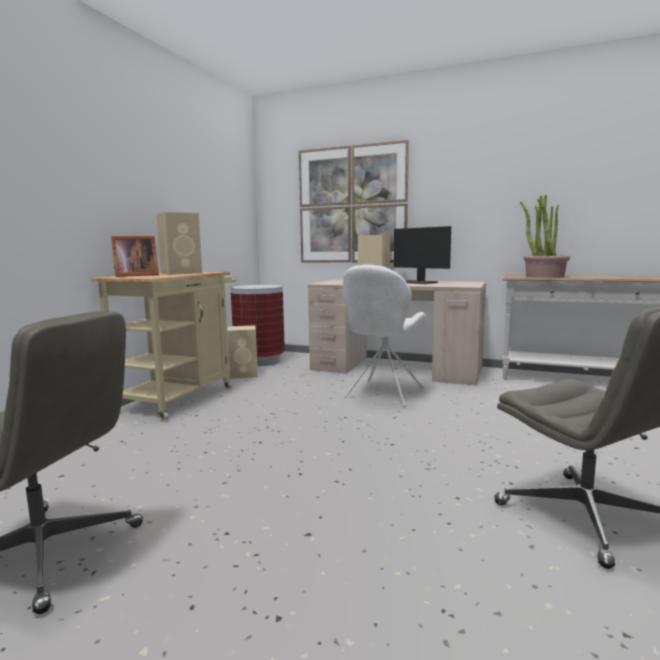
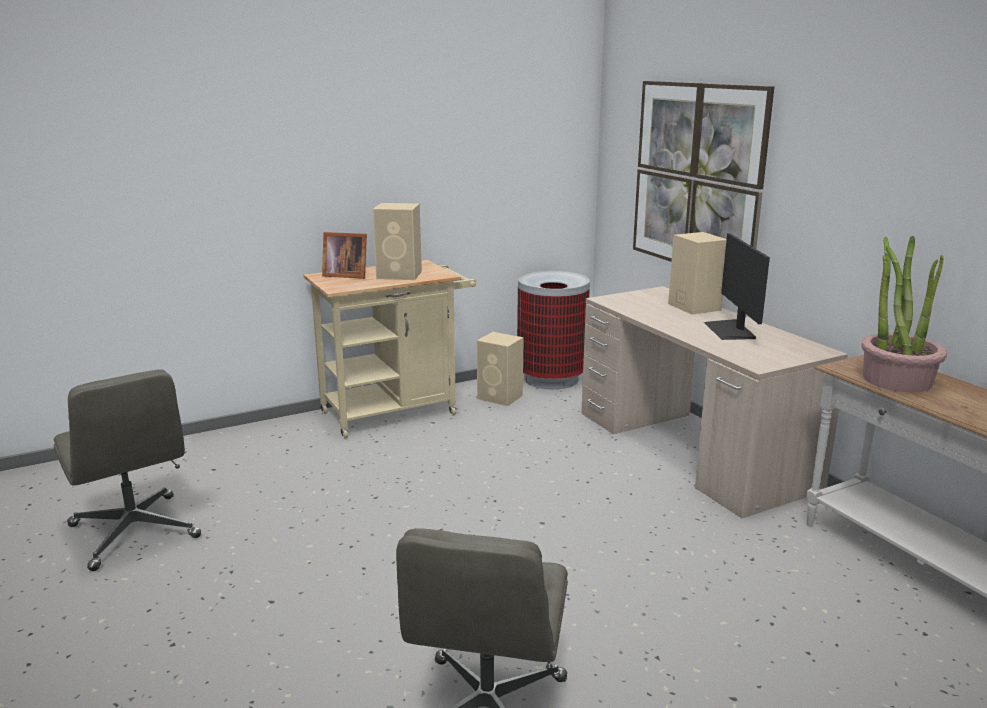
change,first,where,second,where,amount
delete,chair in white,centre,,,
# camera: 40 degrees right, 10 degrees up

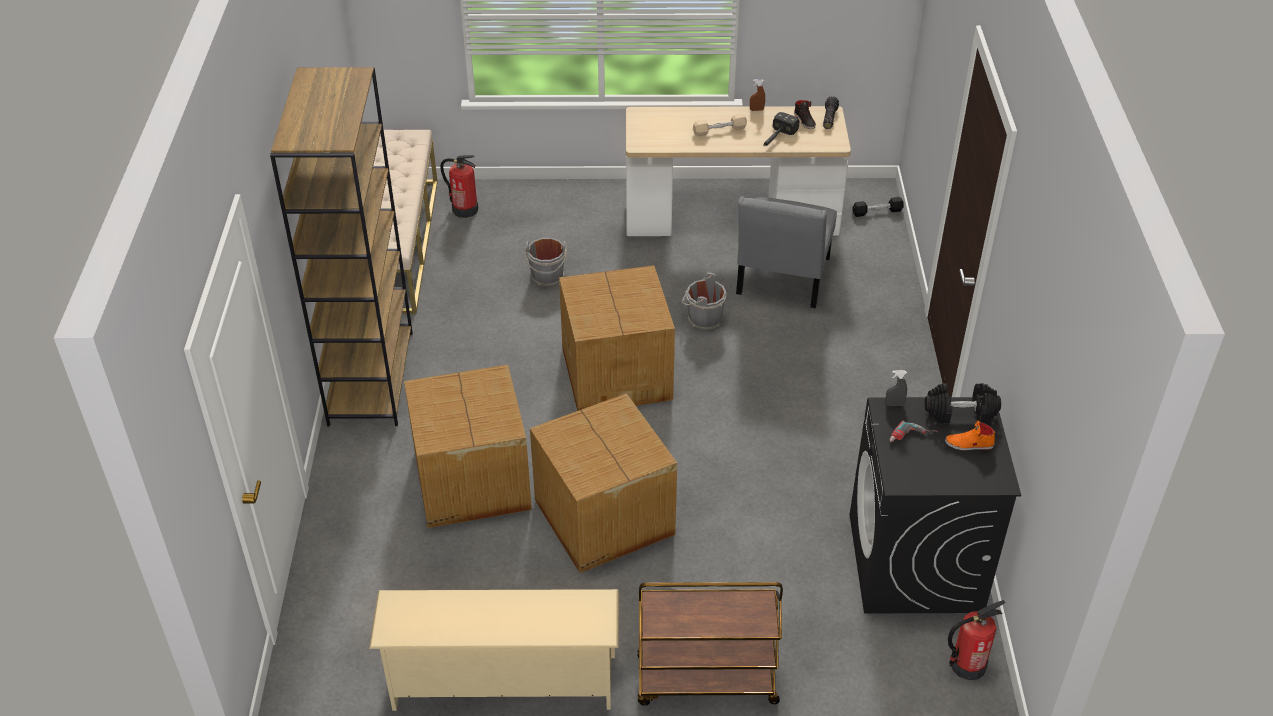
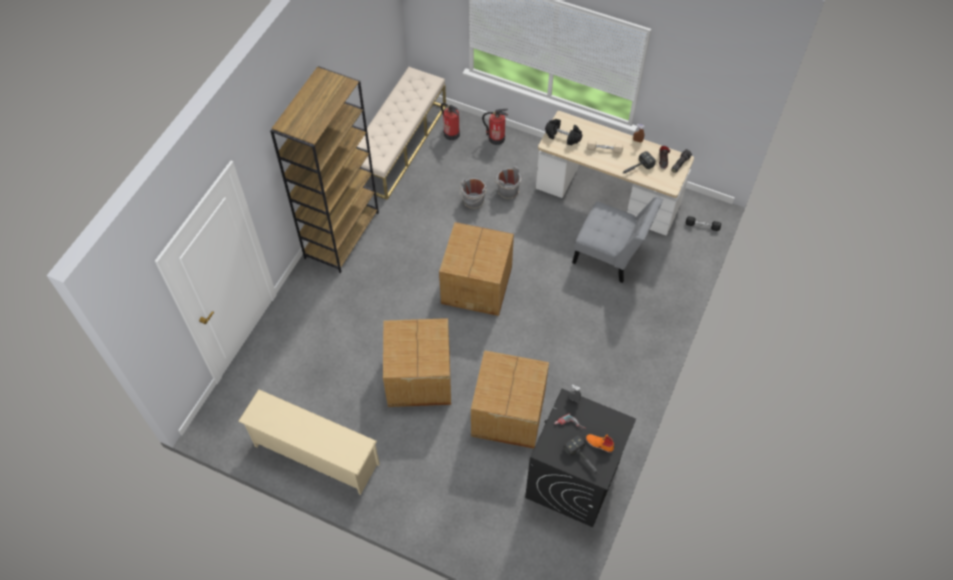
change,first,where,second,where,amount
delete,cart in brown,bottom centre,,,
insert,,,hammer (1st from left),bottom centre,
move,cardboard box (1st from left in the first image),centre,cardboard box (3rd from left),bottom centre,
move,bucket in grey (2nd from left),centre,,top centre,
move,dumbbell in black (2nd from left in the first image),middle right,dumbbell in black (1st from left),top centre,
move,fire extinguisher (2nd from left),bottom right,,top centre,
rotate,chair in grey,centre,,centre,105 degrees counterclockwise
# camera: 25 degrees right, 15 degrees up

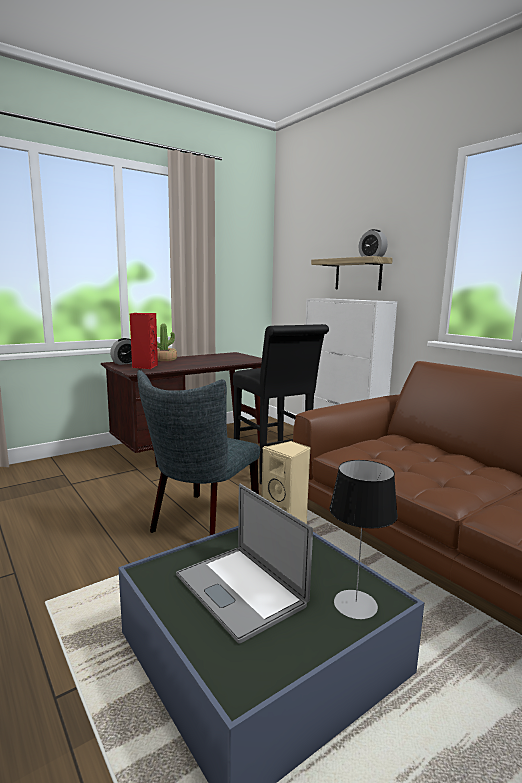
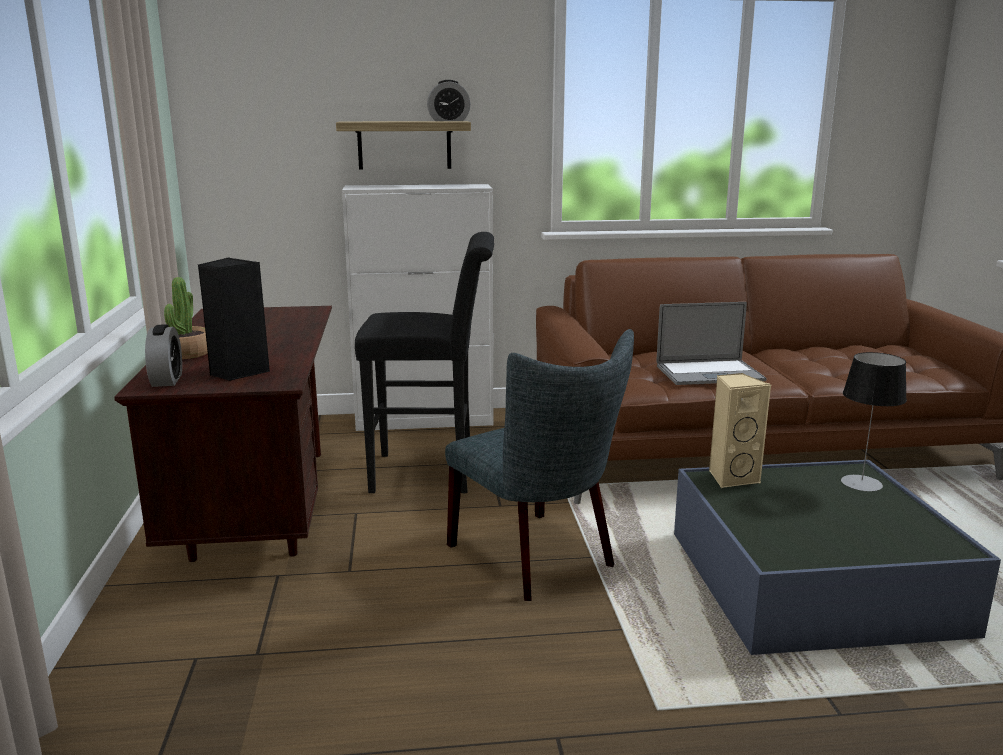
change,first,where,second,where,amount
move,laptop,bottom centre,,middle right,
recolor,speaker in red,middle left,speaker in black,middle left,
# camera: 60 degrees left, 5 degrees up

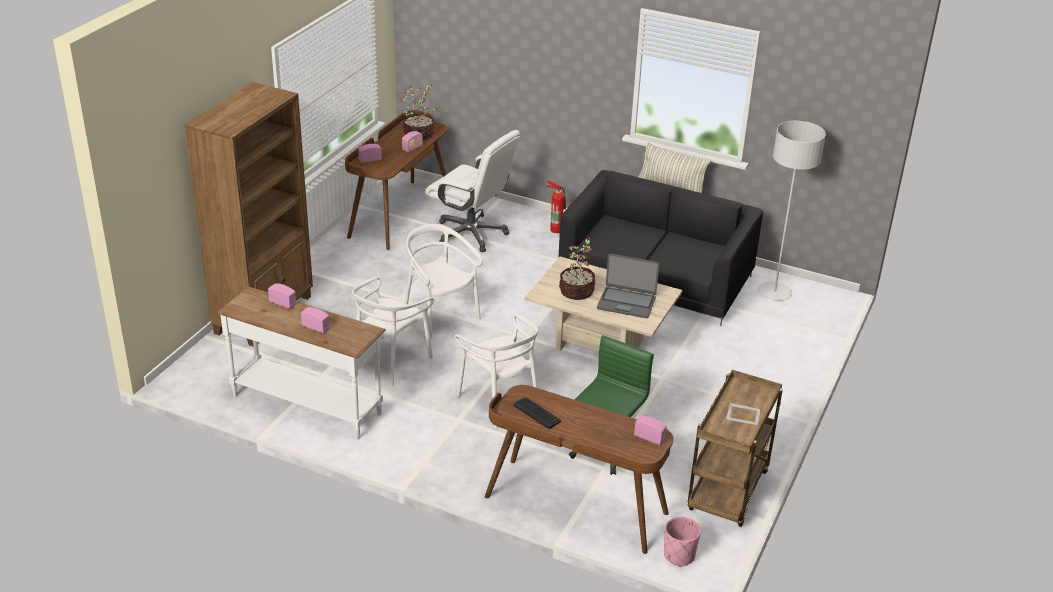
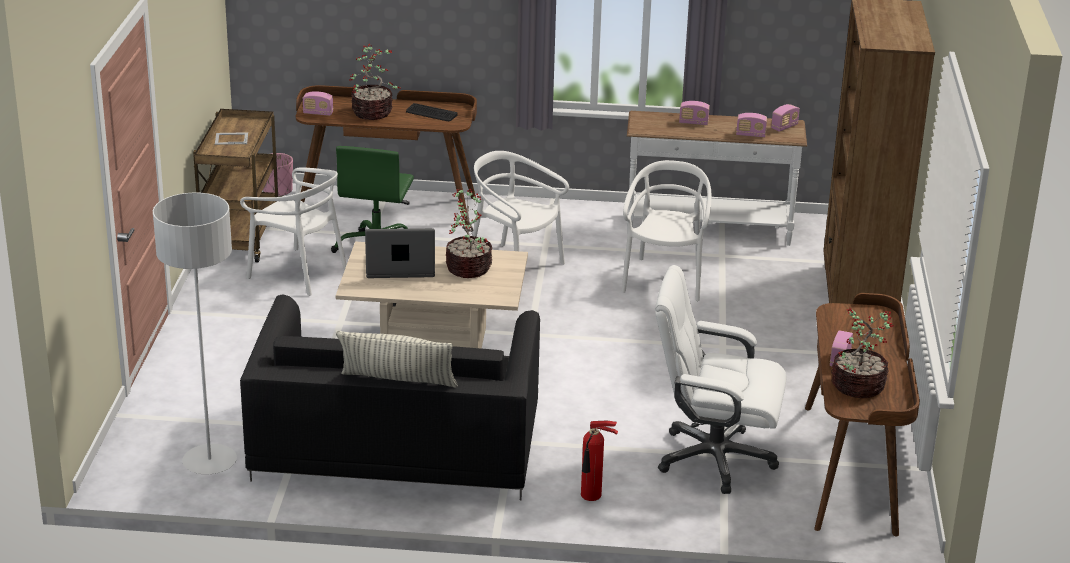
change,first,where,second,where,amount
insert,,,potted plant (1st from left),top centre,
move,radio (3rd from left in the first image),top centre,radio (4th from left),top right,
move,chair in white (2nd from left in the first image),centre,chair in white (1st from left),middle left,
# camera: 160 degrees right, 5 degrees down

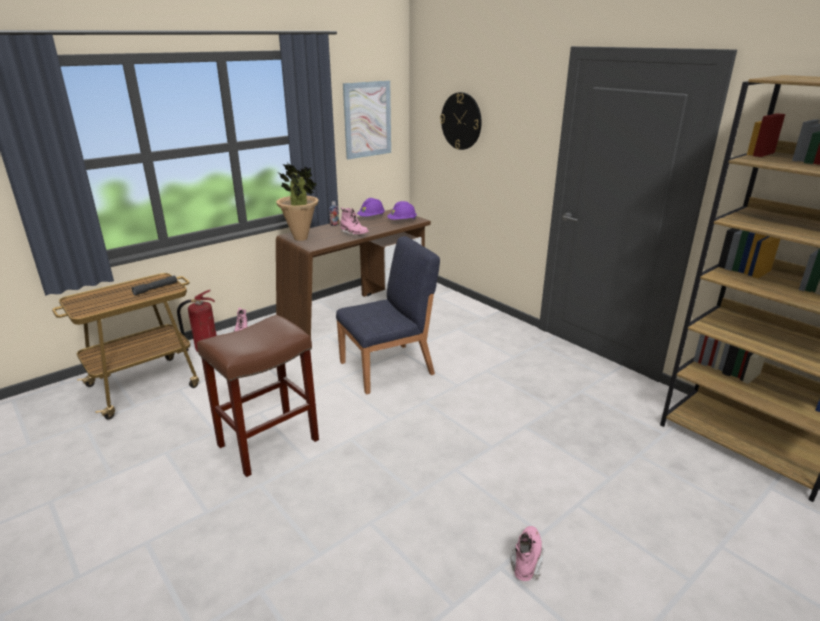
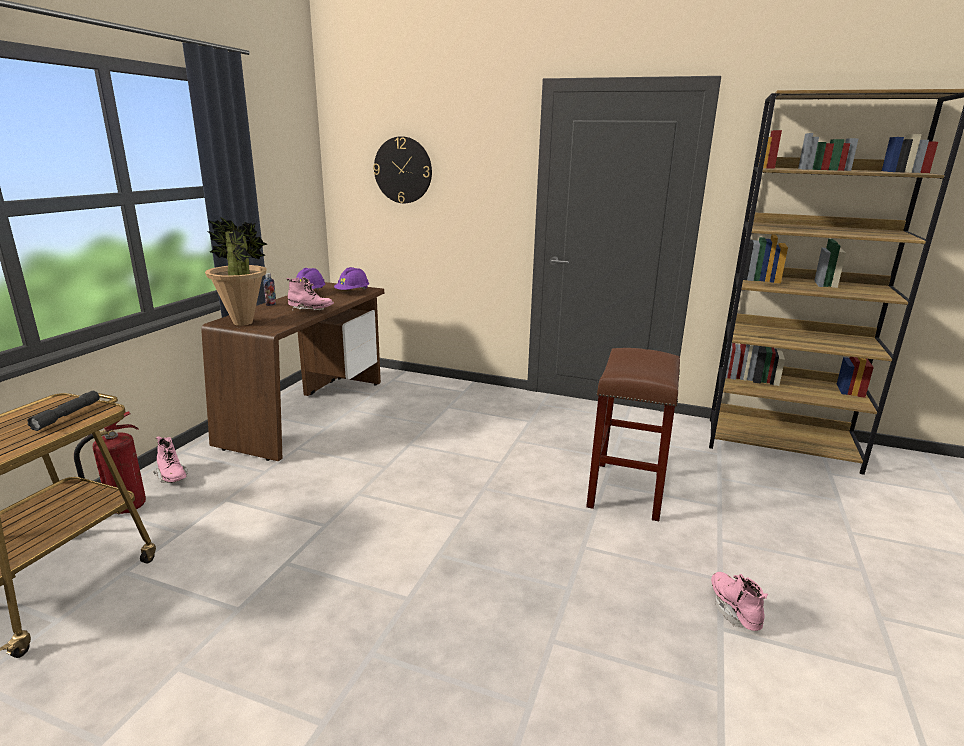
change,first,where,second,where,amount
delete,chair in blue,centre,,,
delete,picture,top centre,,,
move,stool in brown,middle left,,centre,
# camera: 30 degrees left, 5 degrees down

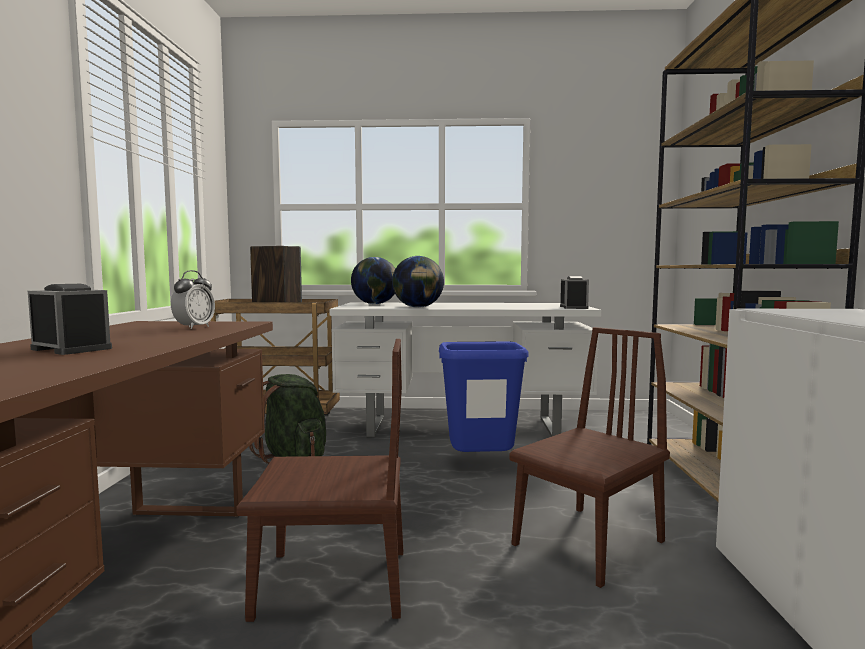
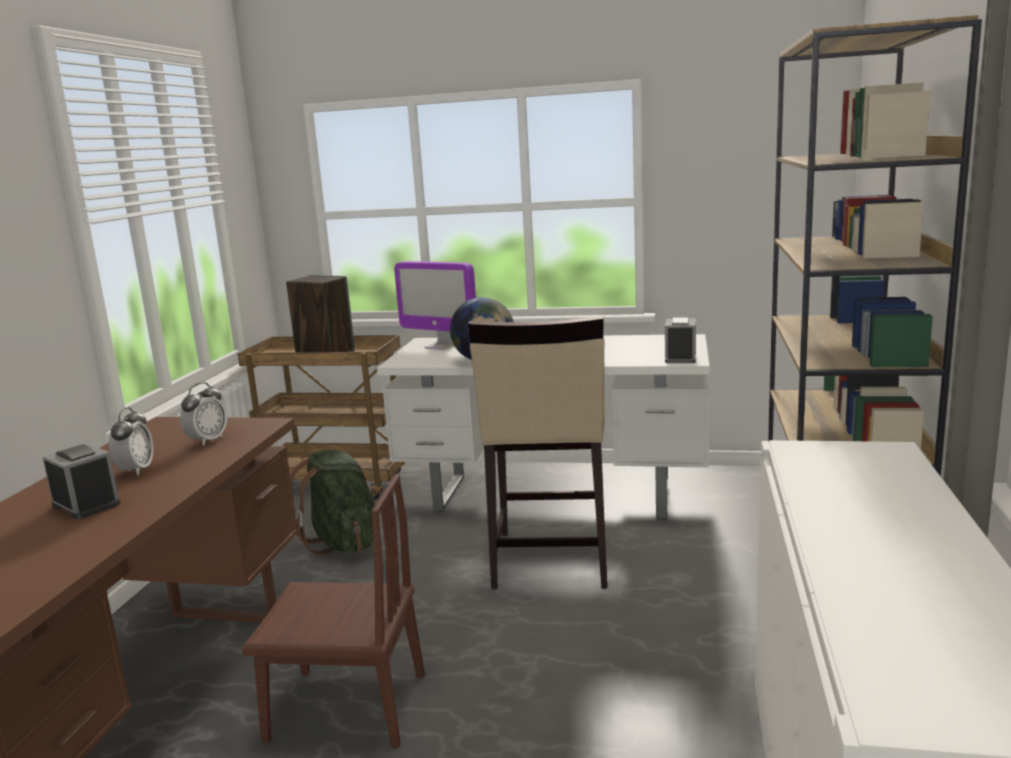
change,first,where,second,where,amount
delete,chair in brown (2nd from left),bottom right,,,
insert,,,alarm clock (2nd from left),middle left,
replace,globe (1st from left),centre,monitor,centre,
replace,trash can in blue,centre,stool in beige,centre,
# camera: 10 degrees right, 10 degrees up

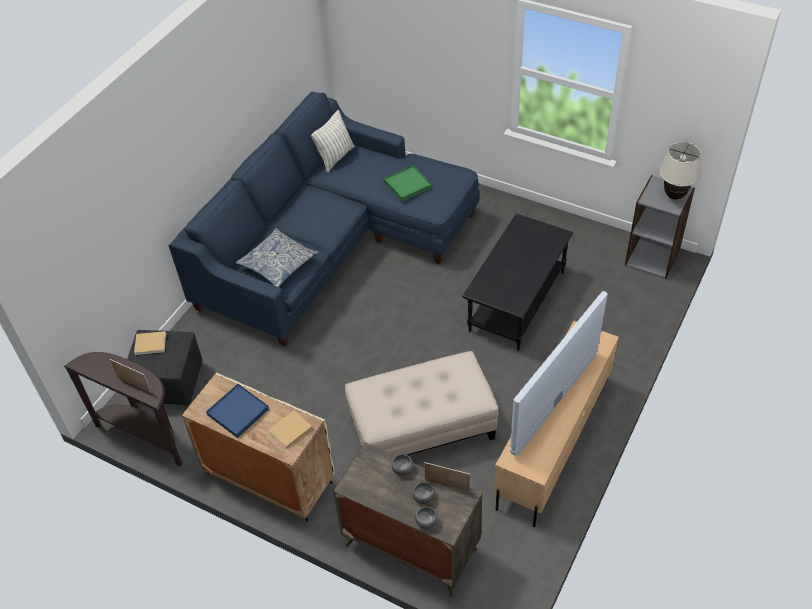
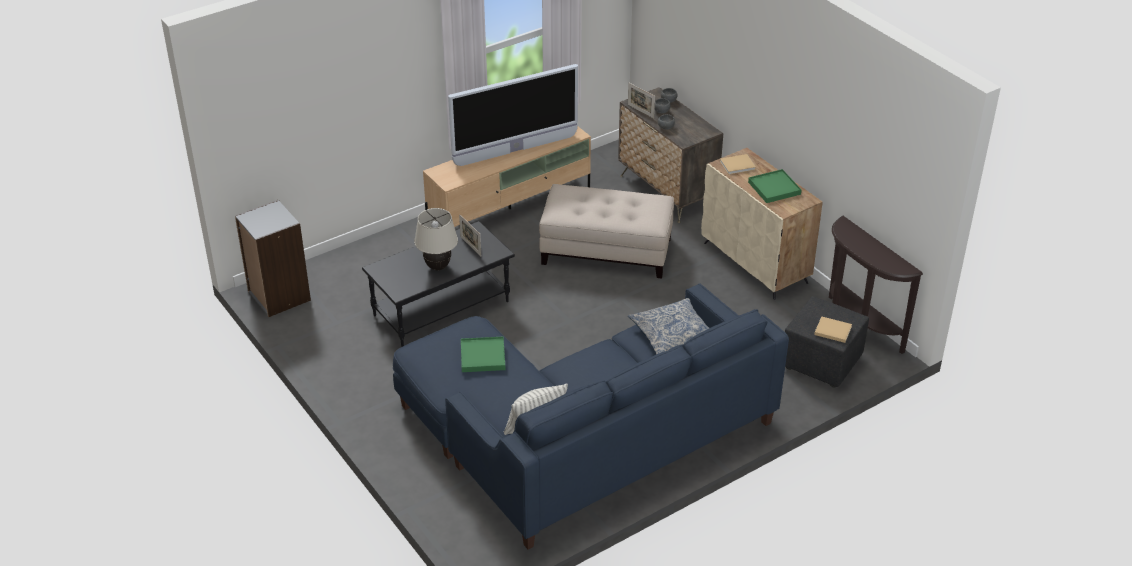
change,first,where,second,where,amount
move,picture frame (1st from left),middle left,,centre,
move,table lamp in beige,top right,,centre,
recolor,tray in blue,bottom left,tray in green (2nd from left),top right,
# camera: 155 degrees left, 10 degrees down

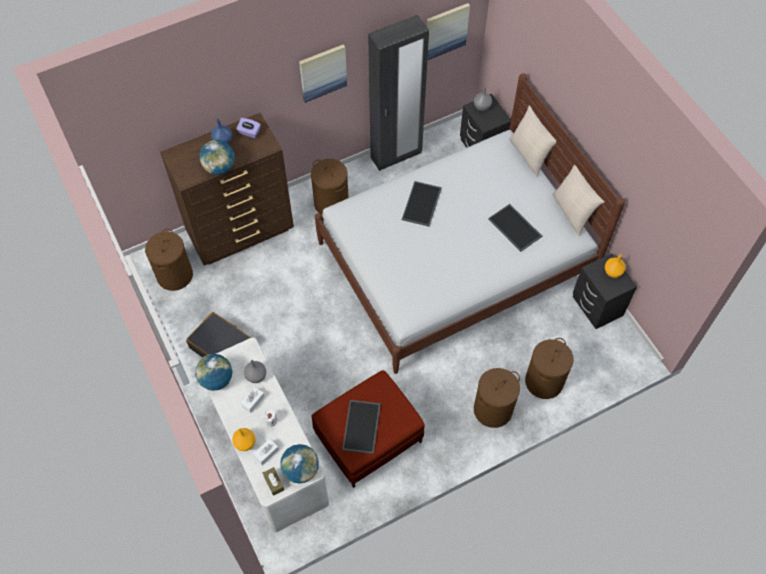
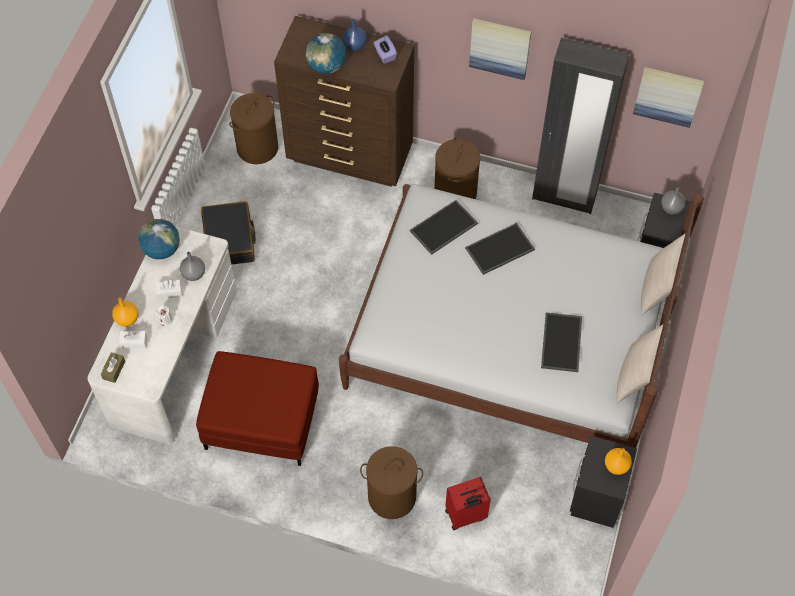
change,first,where,second,where,amount
delete,globe (3rd from left),bottom centre,,,
move,tray (1st from left),bottom centre,,centre,
replace,laundry basket in brown (4th from left),middle right,suitcase in red,bottom centre,
# camera: 45 degrees right, 0 degrees up

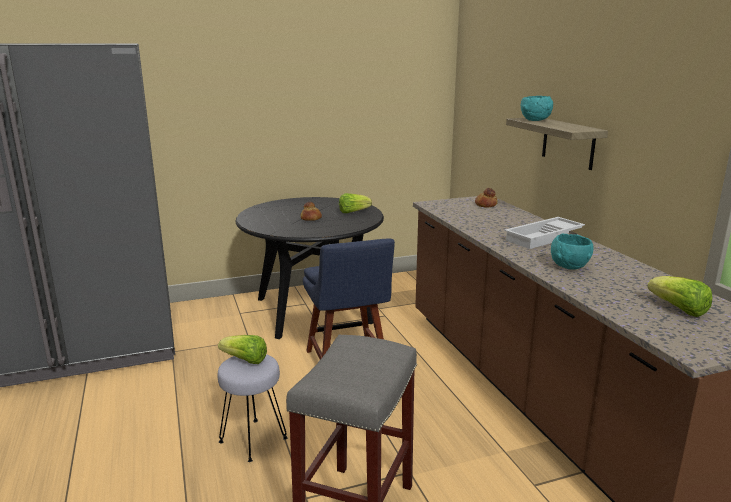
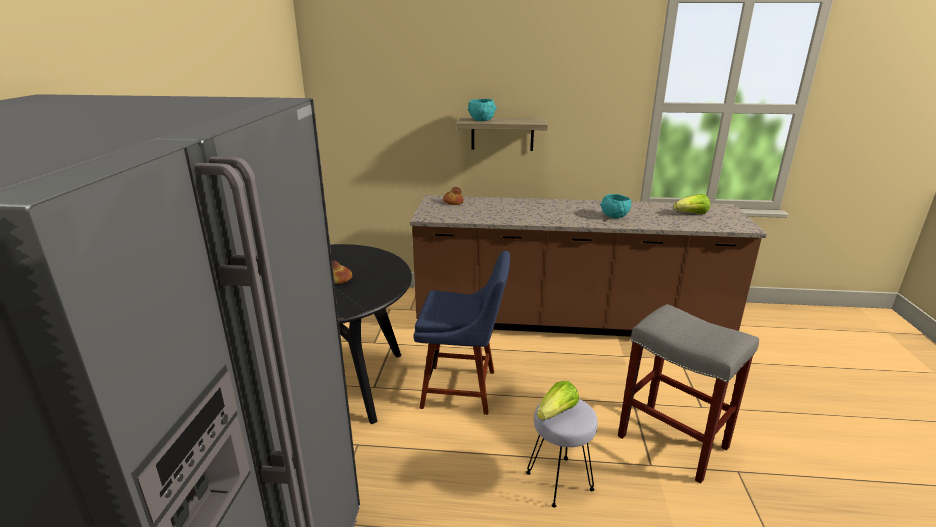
change,first,where,second,where,amount
delete,lettuce (2nd from left),centre,,,
delete,tray in white,middle right,,,
# camera: 65 degrees left, 5 degrees up

